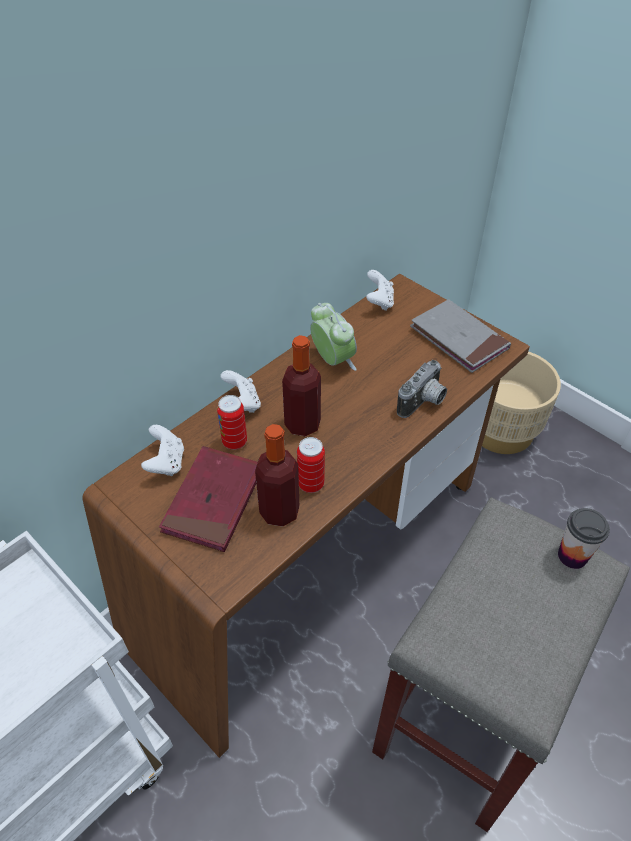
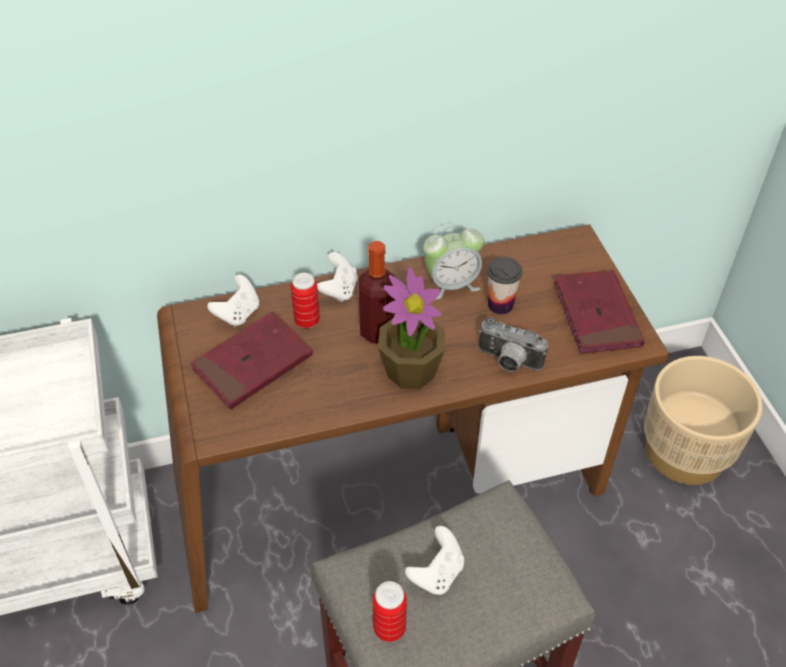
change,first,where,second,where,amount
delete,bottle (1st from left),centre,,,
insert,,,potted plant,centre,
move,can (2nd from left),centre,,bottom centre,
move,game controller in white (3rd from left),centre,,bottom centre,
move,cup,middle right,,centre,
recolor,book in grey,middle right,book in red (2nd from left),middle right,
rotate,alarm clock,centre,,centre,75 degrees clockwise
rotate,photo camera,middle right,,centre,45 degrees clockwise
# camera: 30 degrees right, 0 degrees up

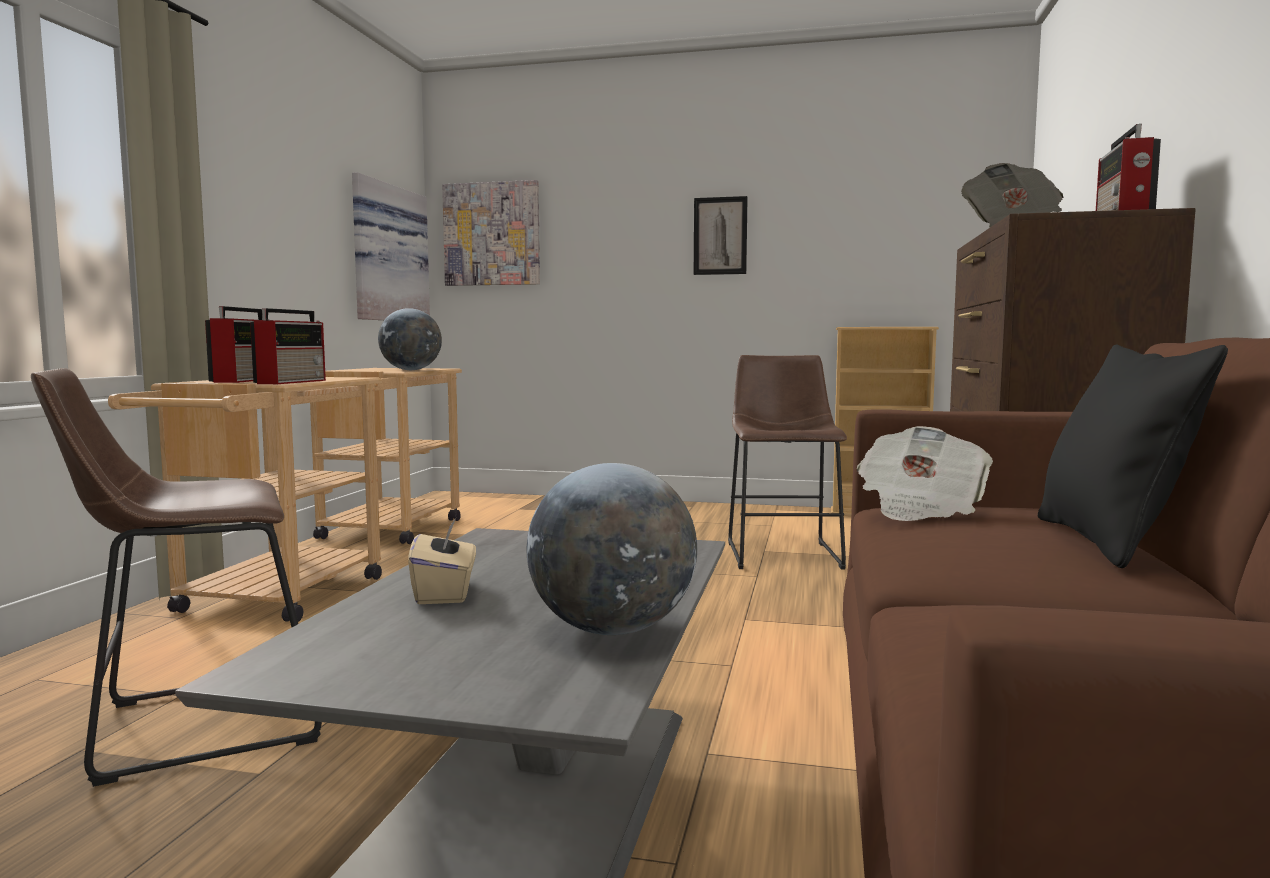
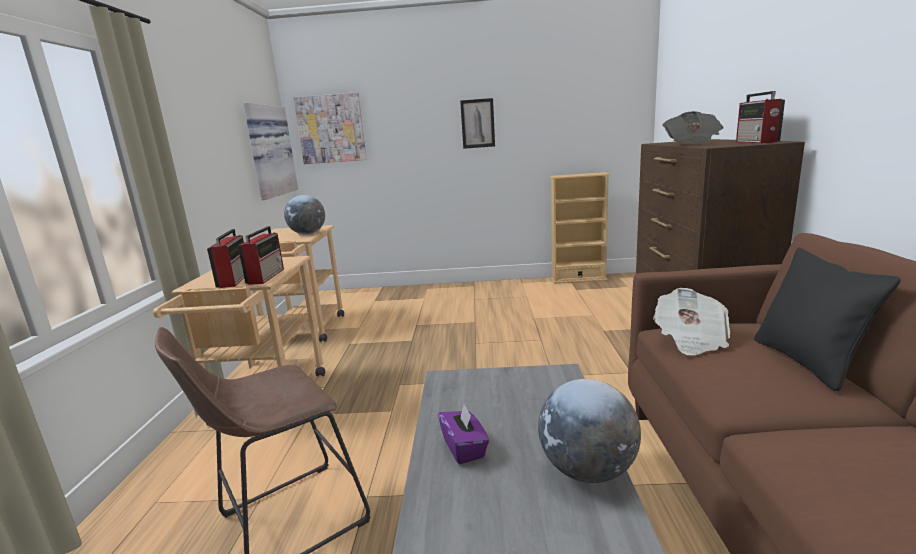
change,first,where,second,where,amount
delete,stool in brown (2nd from left),centre,,,
recolor,tissue box in beige,centre,tissue box in purple,bottom centre,
# camera: 10 degrees left, 10 degrees up

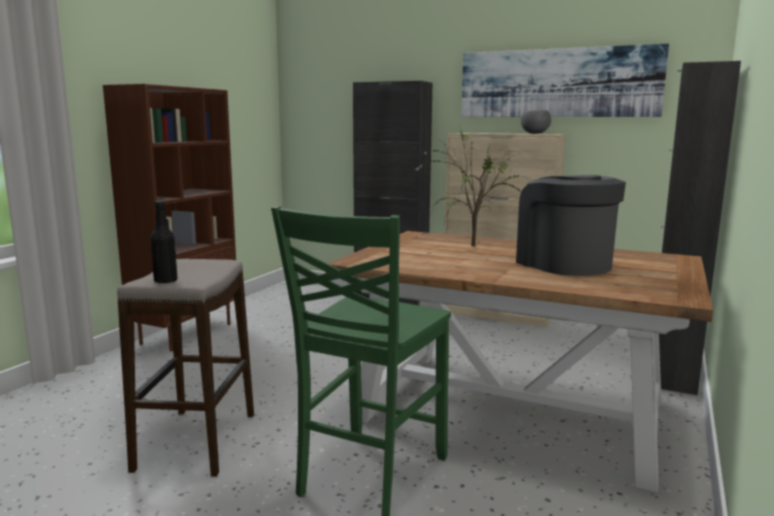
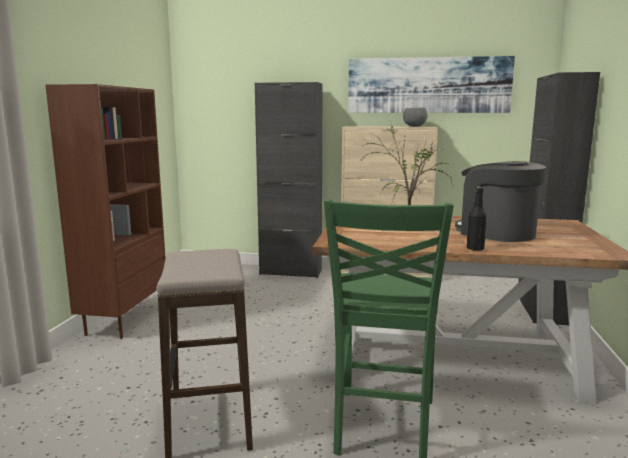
change,first,where,second,where,amount
move,bottle in black,middle left,,middle right,
# camera: 15 degrees left, 0 degrees up

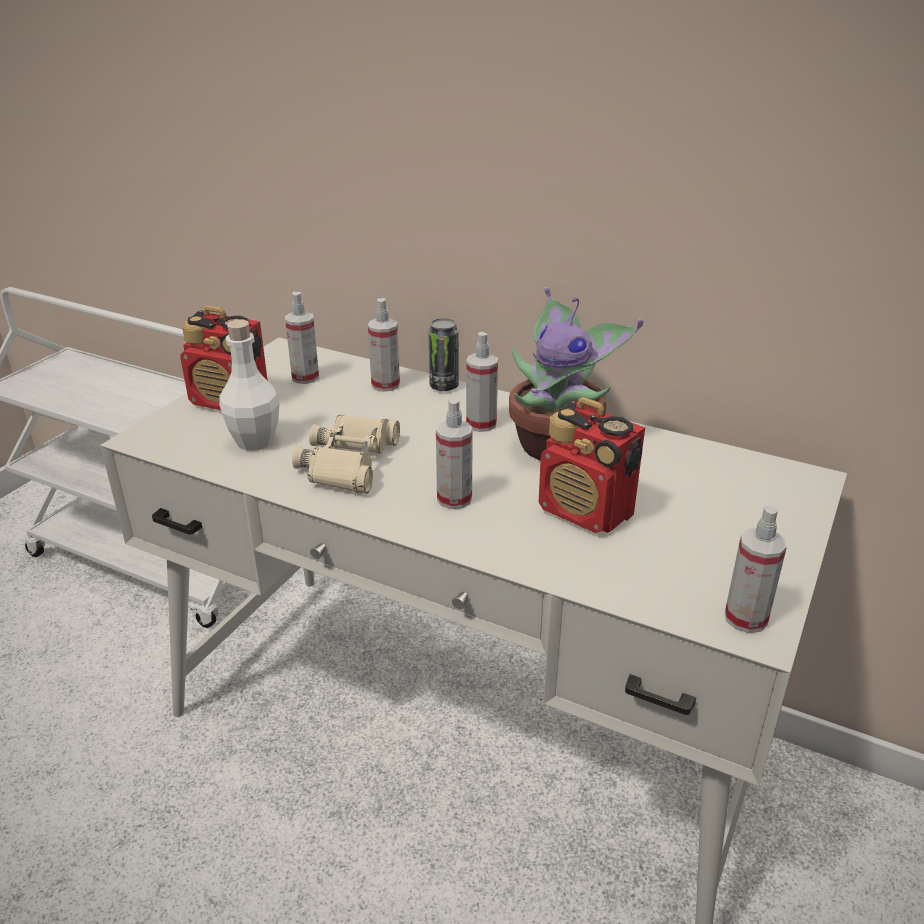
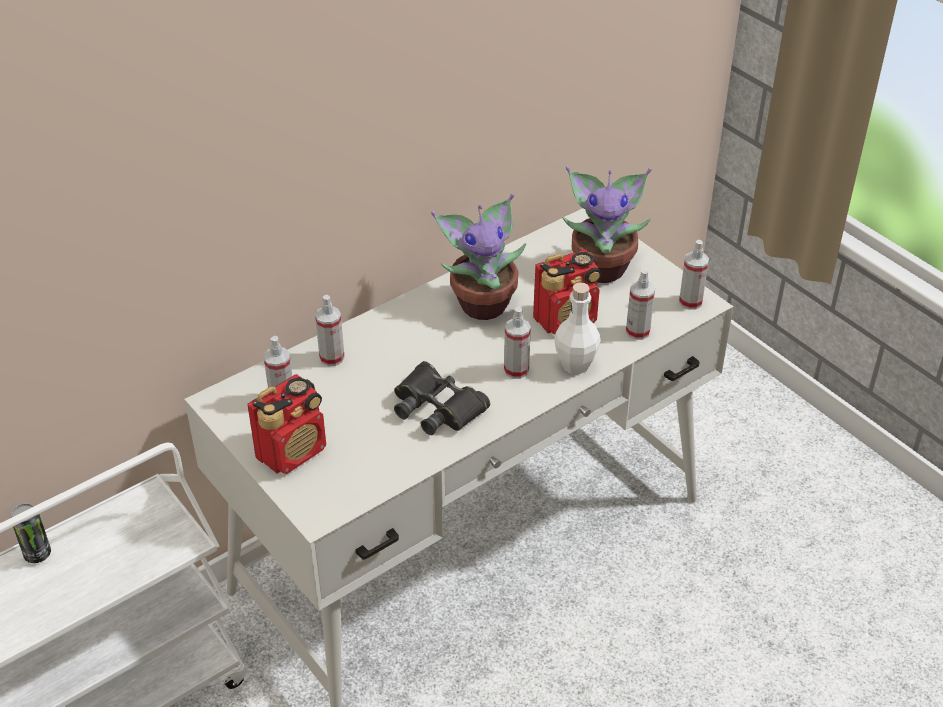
change,first,where,second,where,amount
insert,,,potted plant (2nd from left),top centre,
move,bottle in white,middle left,,centre,
move,can,centre,,bottom left,
move,spray bottle (4th from left),centre,,middle right,
recolor,binoculars in beige,centre,binoculars in black,centre,
# camera: 65 degrees left, 10 degrees up

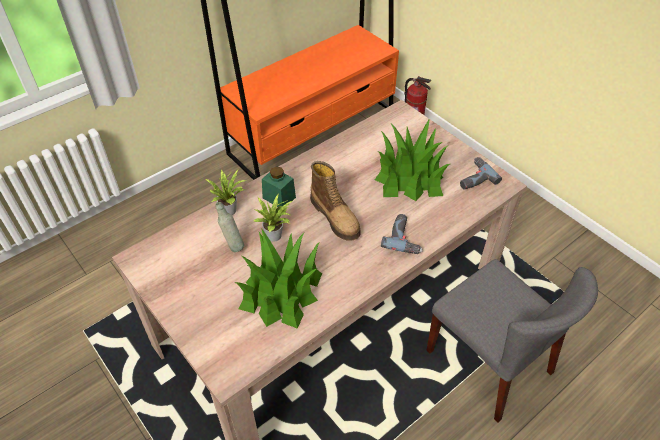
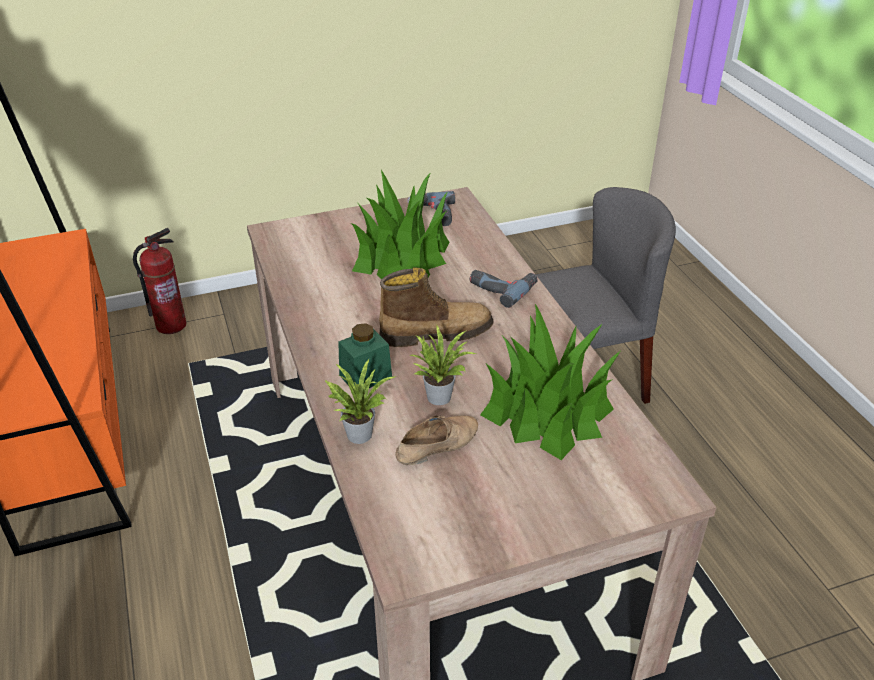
change,first,where,second,where,amount
replace,bottle in grey,centre,shoe in beige,centre,
# camera: 70 degrees left, 10 degrees down

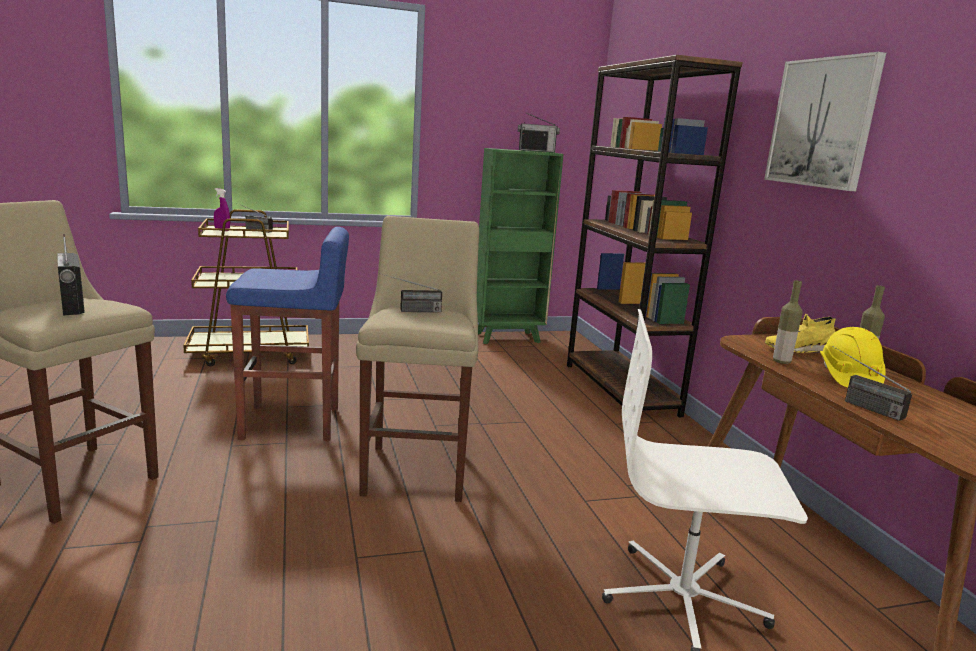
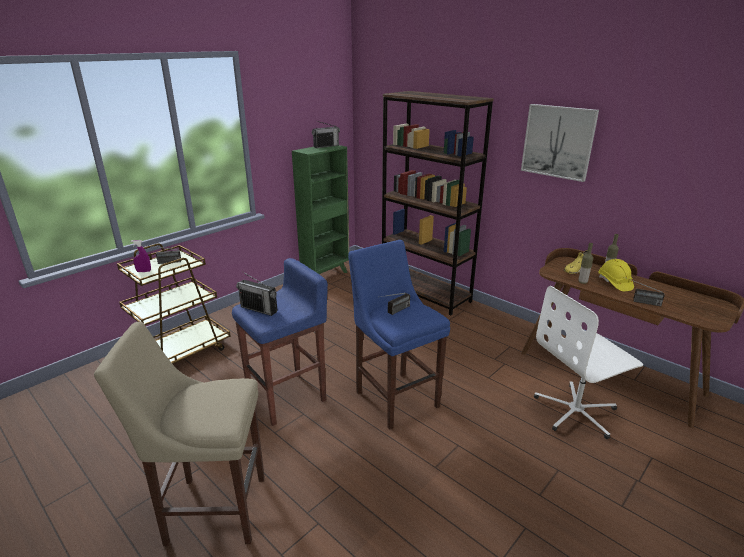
change,first,where,second,where,amount
move,radio (1st from left in the first image),middle left,radio (2nd from left),centre,
recolor,stool in beige (2nd from left),centre,stool in blue (2nd from left),centre,
# camera: 30 degrees left, 10 degrees up

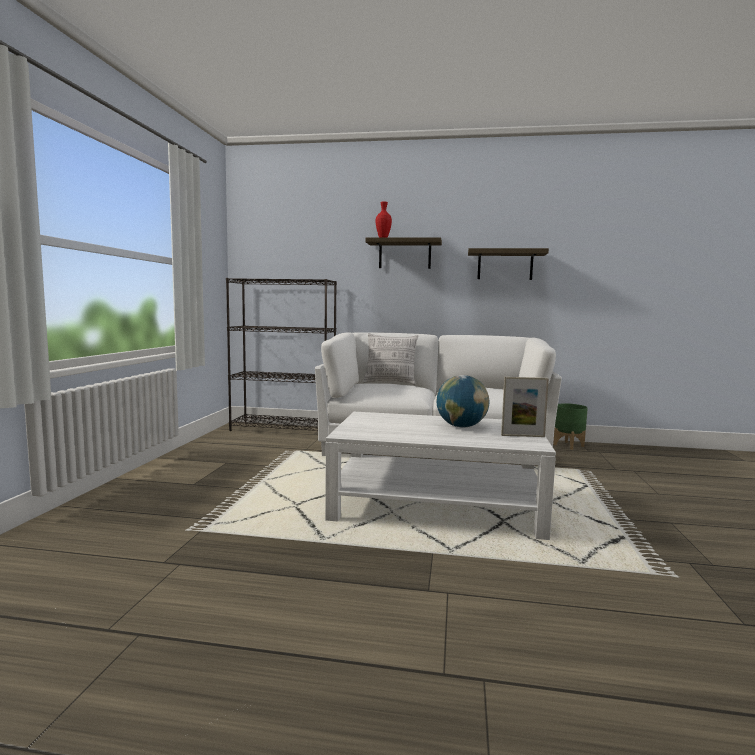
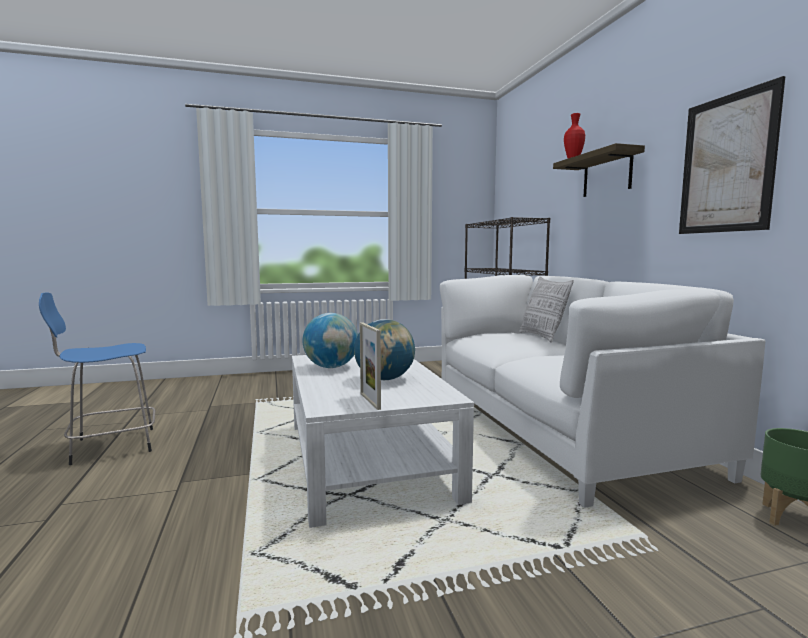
change,first,where,second,where,amount
insert,,,stool in blue,middle left,
insert,,,globe (1st from left),centre,
replace,shelf (2nd from left),middle right,picture,top right,
# camera: 65 degrees right, 0 degrees up

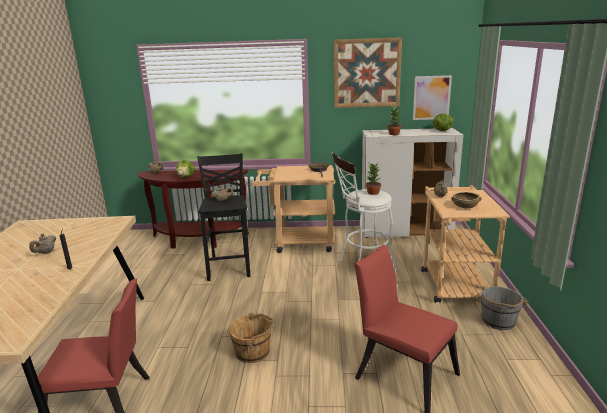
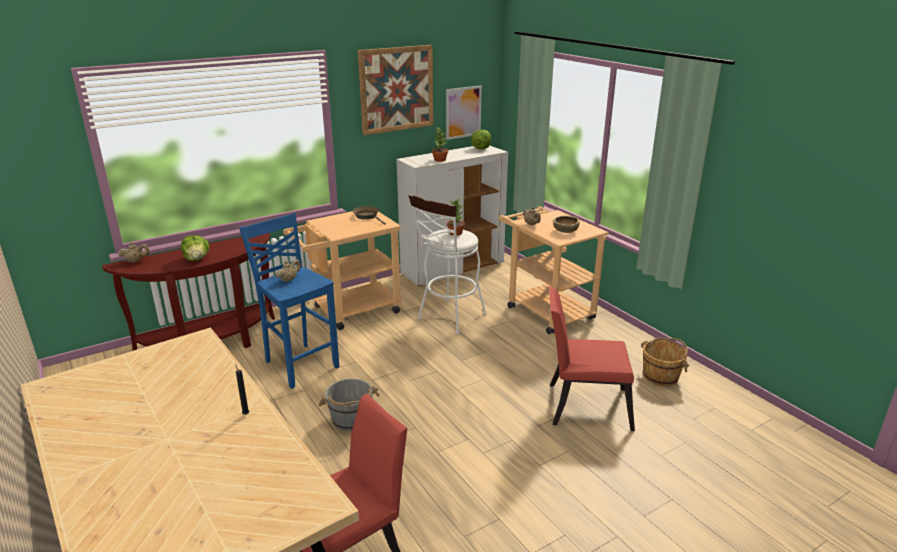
change,first,where,second,where,amount
delete,teapot in beige (1st from left),middle left,,,
move,bucket in brown,bottom centre,,middle right,
move,bucket in grey,bottom right,,bottom centre,
recolor,stool in black,centre,stool in blue,middle left,
# camera: 35 degrees left, 5 degrees up

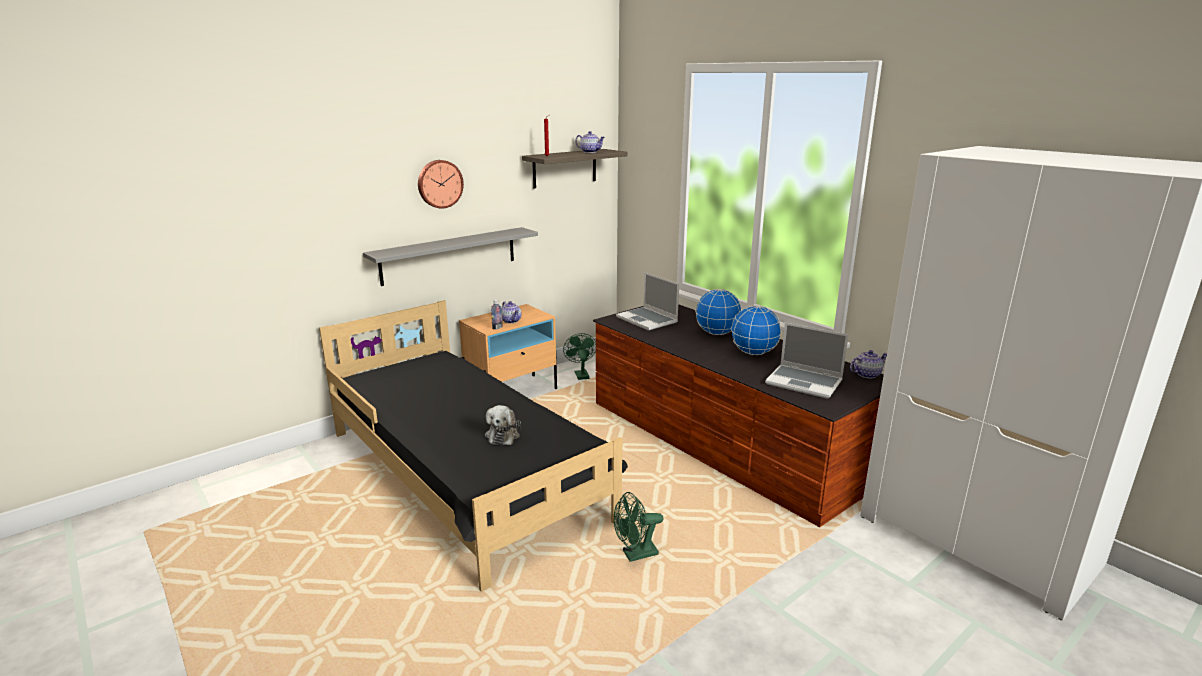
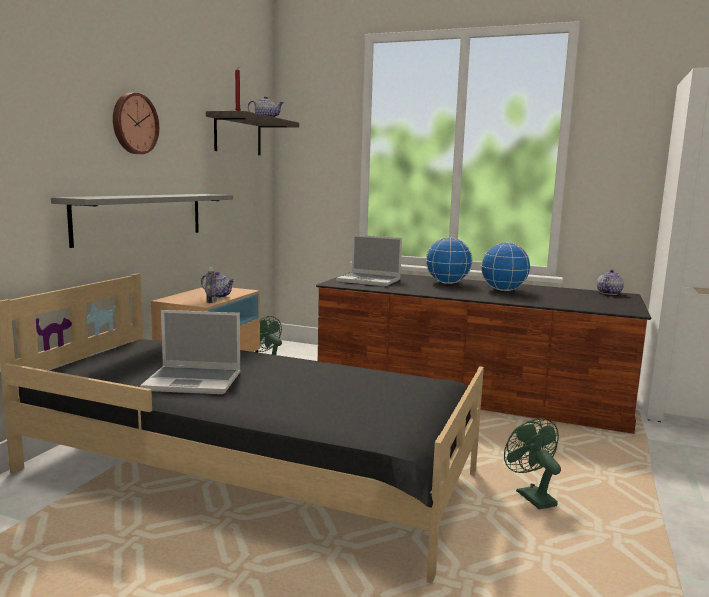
change,first,where,second,where,amount
delete,plush toy,centre,,,
move,laptop (2nd from left in the first image),middle right,laptop (1st from left),middle left,
rotate,fan in green (2nd from left),bottom centre,,bottom right,120 degrees clockwise
# camera: 30 degrees left, 10 degrees down

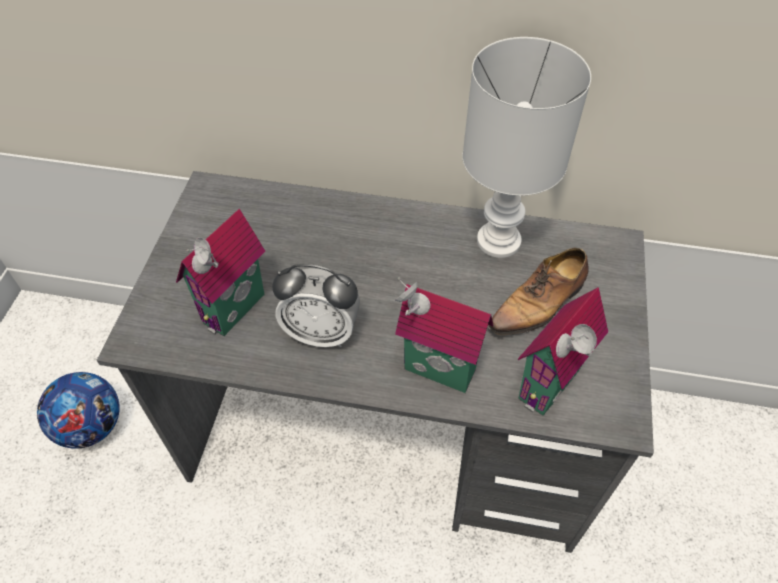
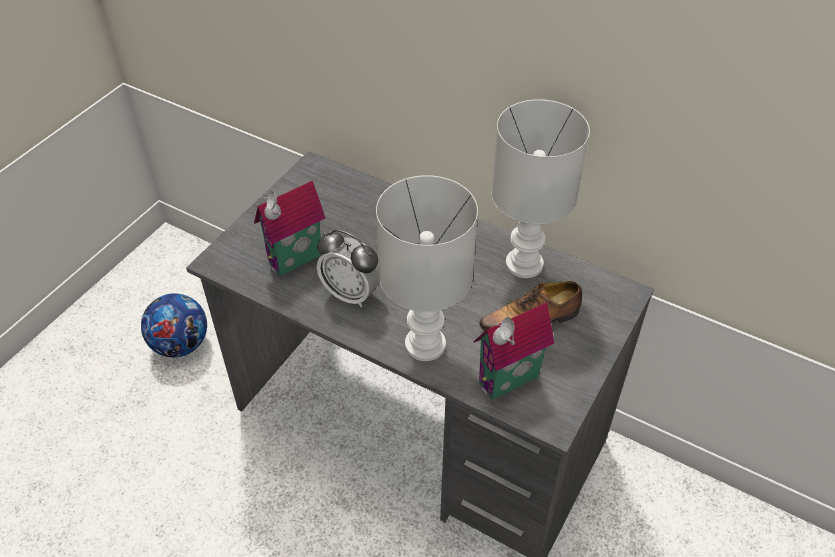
change,first,where,second,where,amount
replace,toy house (2nd from left),centre,table lamp in white (1st from left),centre,
# camera: 20 degrees right, 5 degrees down

